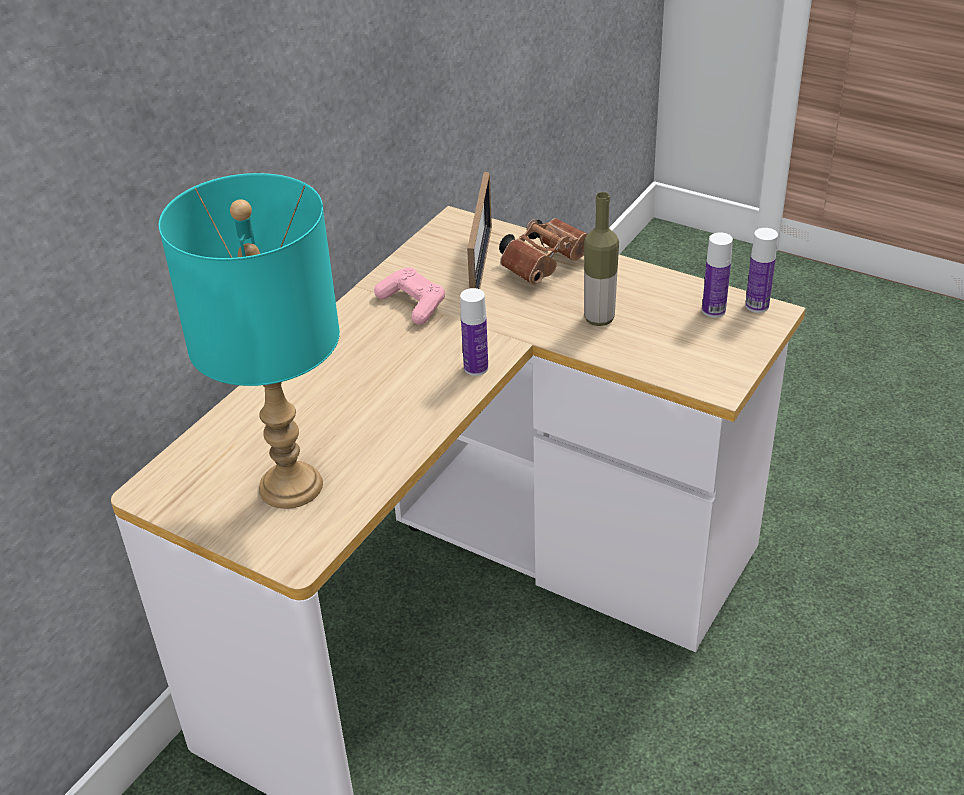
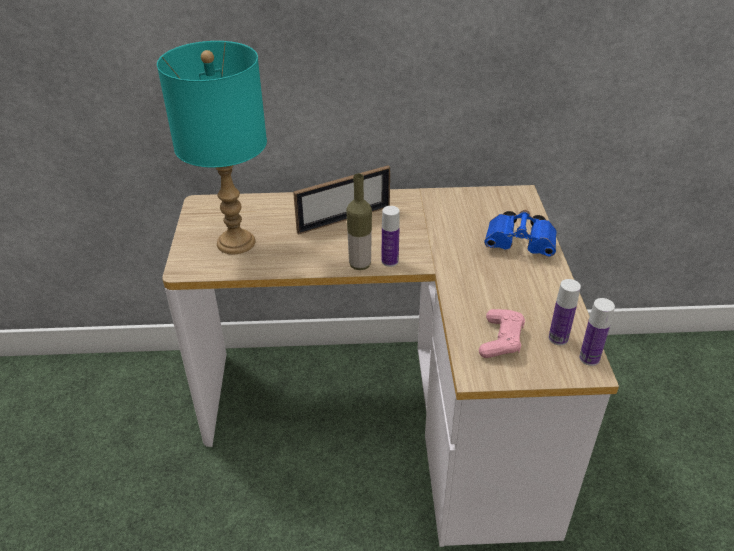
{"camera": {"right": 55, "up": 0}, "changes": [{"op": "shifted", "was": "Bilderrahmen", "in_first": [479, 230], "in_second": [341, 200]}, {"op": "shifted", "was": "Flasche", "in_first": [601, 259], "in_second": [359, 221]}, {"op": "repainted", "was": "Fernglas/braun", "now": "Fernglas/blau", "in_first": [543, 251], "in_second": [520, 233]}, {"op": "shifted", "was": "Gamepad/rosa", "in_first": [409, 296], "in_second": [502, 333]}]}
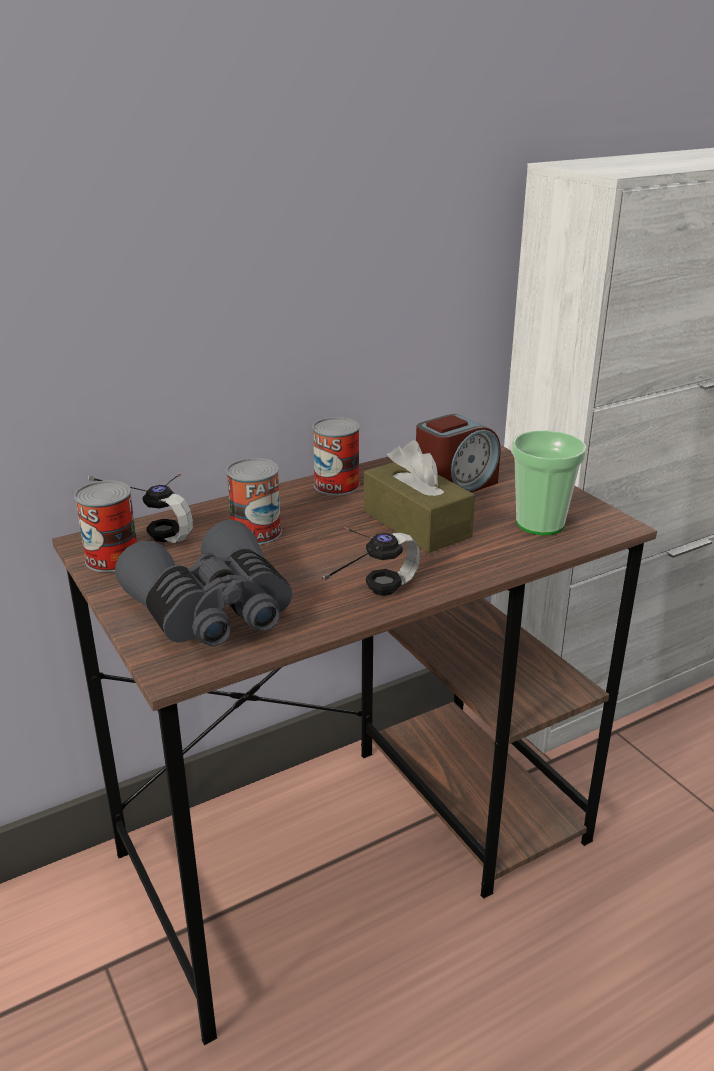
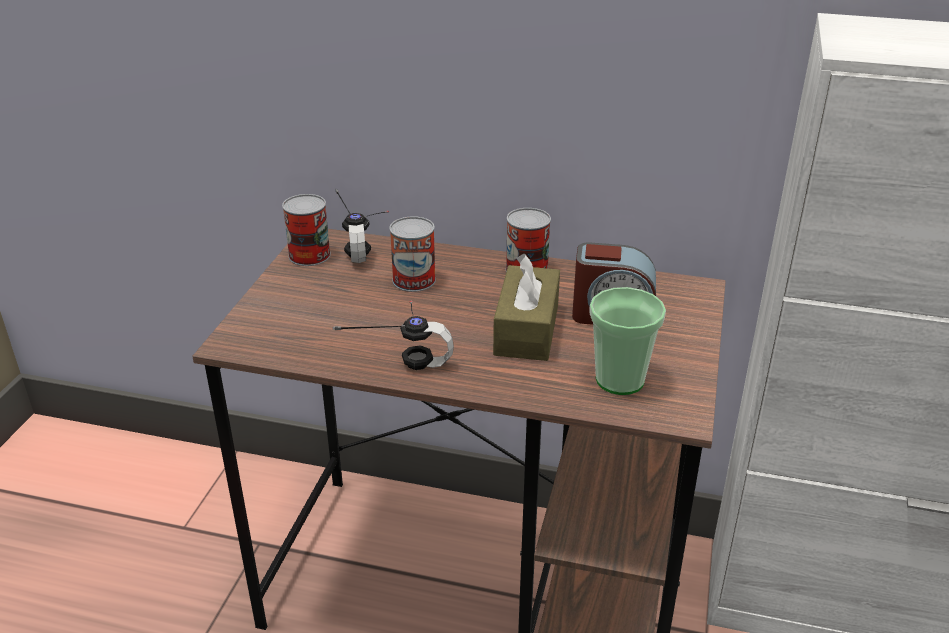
{"camera": {"right": 45, "up": 5}, "changes": [{"op": "gone", "was": "Fernglas/grau", "in_first": [203, 583]}]}
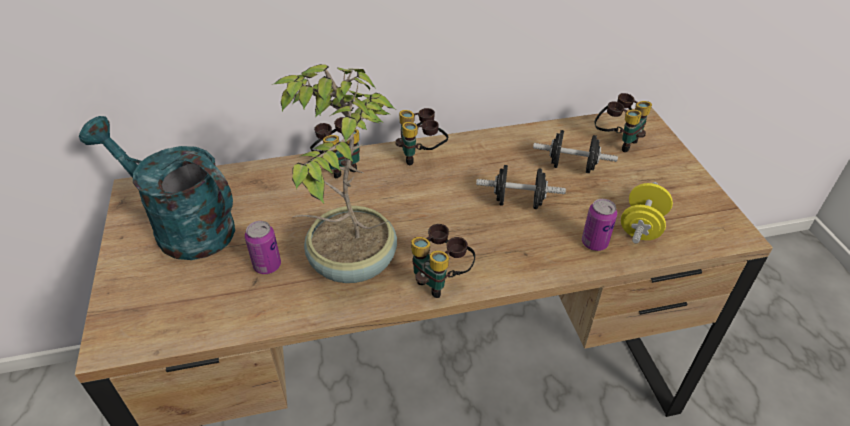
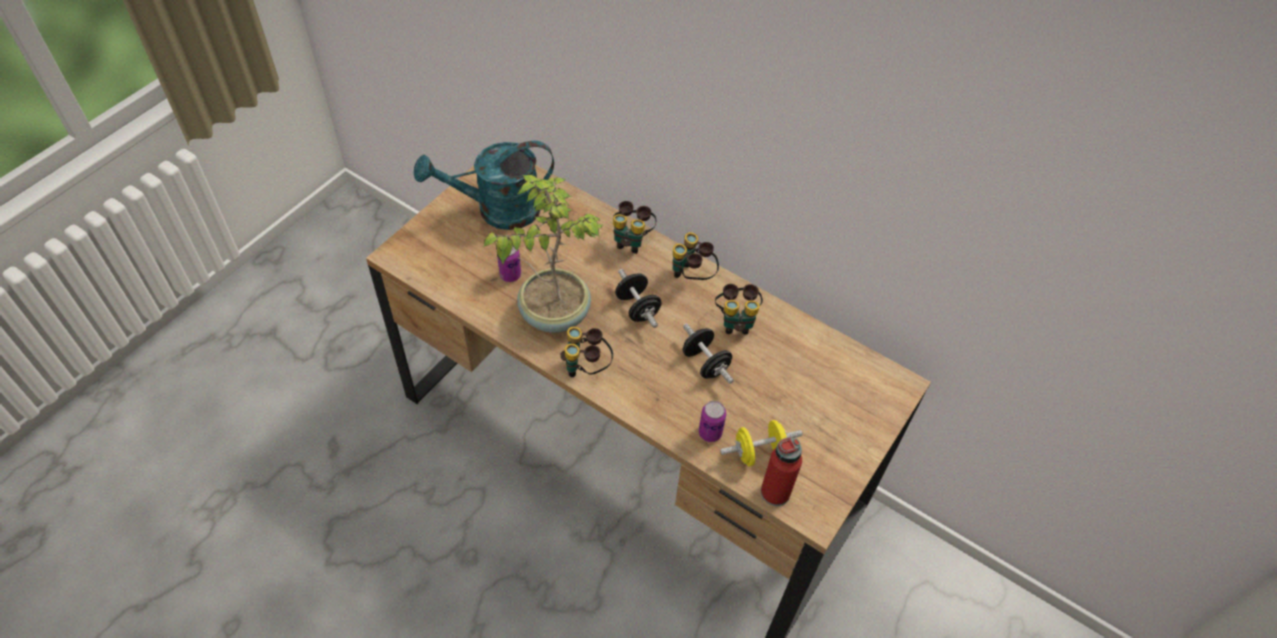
{"camera": {"right": 45, "up": 10}, "changes": [{"op": "shifted", "was": "Fernglas", "in_first": [623, 122], "in_second": [739, 309]}, {"op": "rotated", "was": "Gießkanne/türkis", "in_first": [157, 188], "in_second": [484, 185], "clockwise": -90}, {"op": "shifted", "was": "Hantel/schwarz", "in_first": [575, 151], "in_second": [638, 298]}, {"op": "new", "now": "Flasche/rot", "in_second": [781, 472]}]}
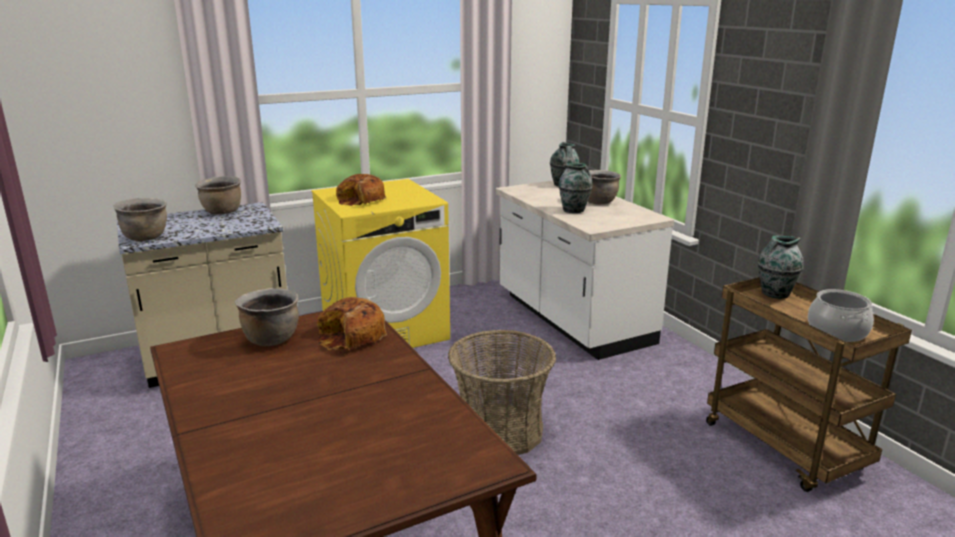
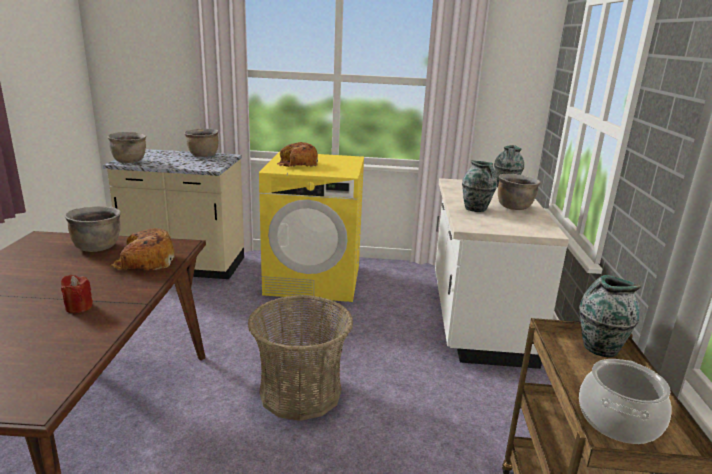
{"camera": {"right": 30, "up": 0}, "changes": [{"op": "new", "now": "Kerze/rot", "in_second": [77, 294]}]}
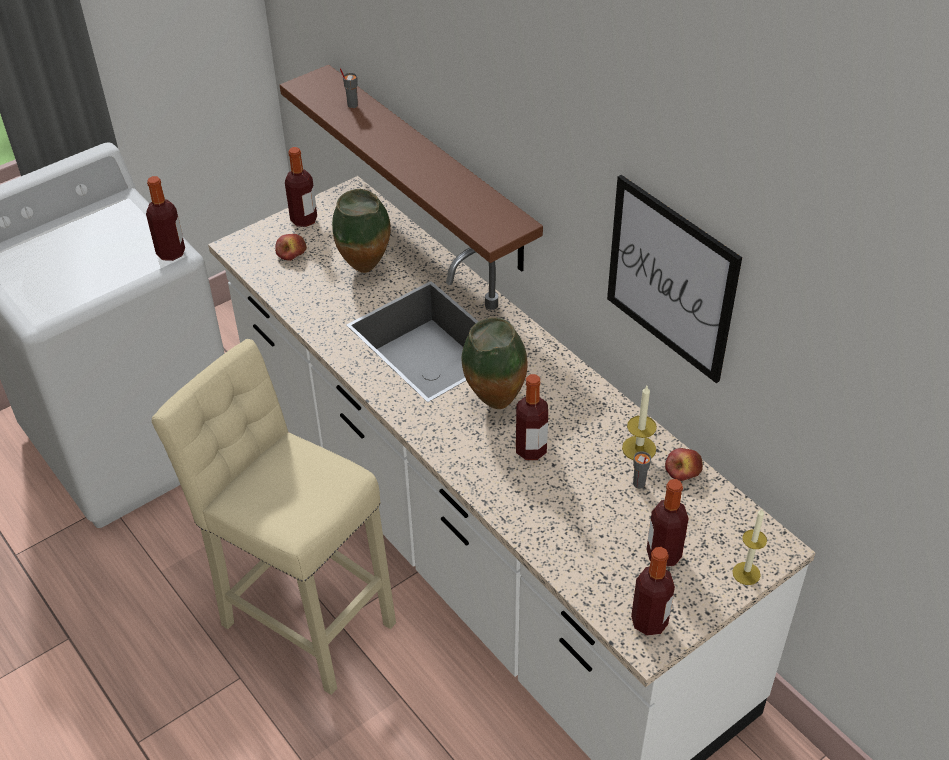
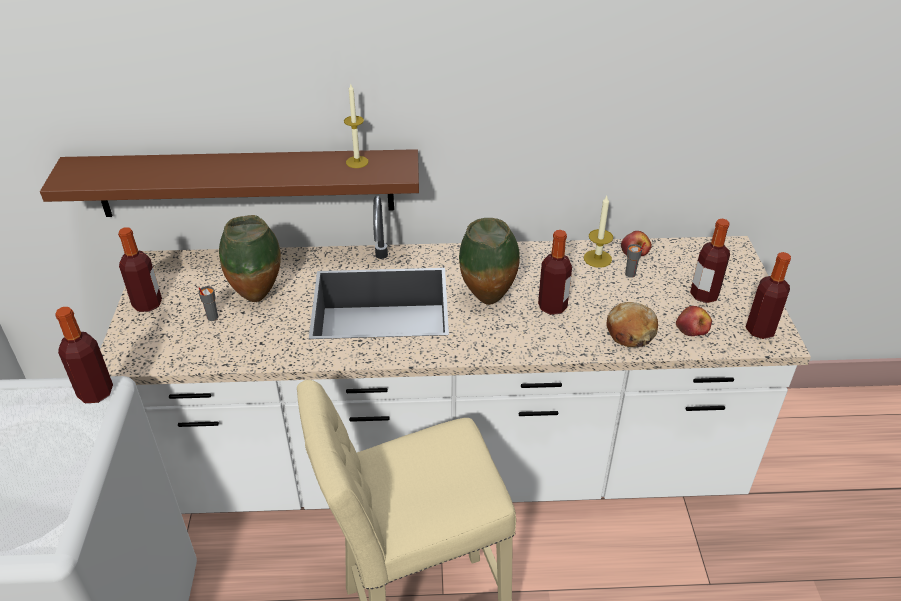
{"camera": {"right": -55, "up": -5}, "changes": [{"op": "shifted", "was": "Tasse/grau", "in_first": [349, 88], "in_second": [208, 303]}, {"op": "gone", "was": "Bild", "in_first": [674, 279]}, {"op": "shifted", "was": "Apfel", "in_first": [291, 247], "in_second": [694, 321]}, {"op": "shifted", "was": "Kerze", "in_first": [749, 547], "in_second": [356, 126]}, {"op": "new", "now": "Brot", "in_second": [632, 324]}]}
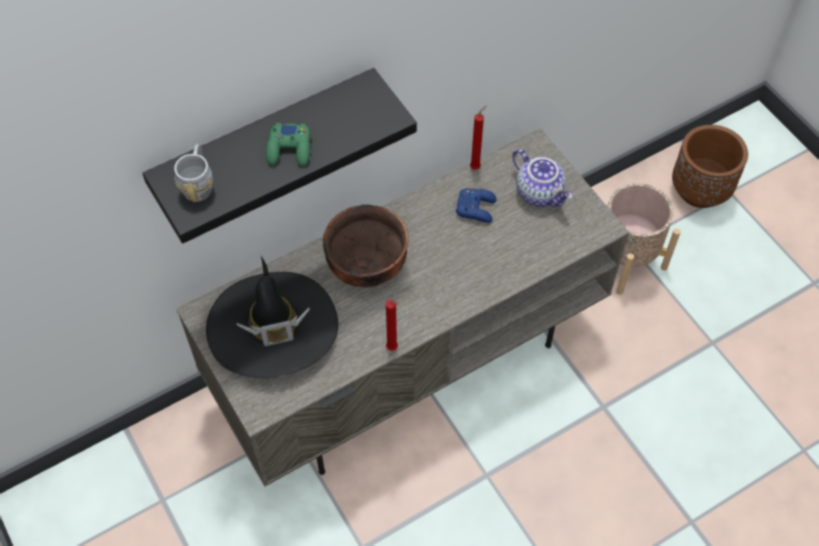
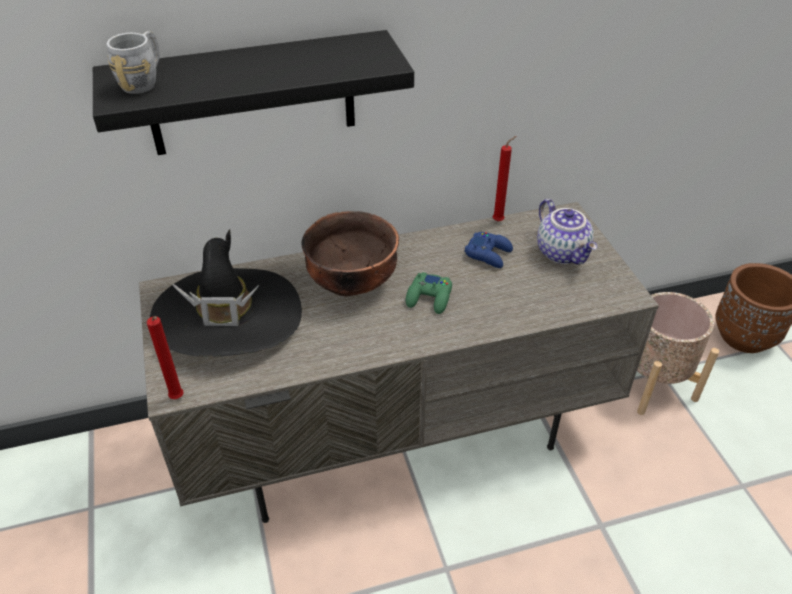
{"camera": {"right": 15, "up": -15}, "changes": [{"op": "shifted", "was": "Gamepad/grün", "in_first": [288, 144], "in_second": [429, 293]}, {"op": "shifted", "was": "Kerze/rot", "in_first": [393, 325], "in_second": [165, 357]}]}
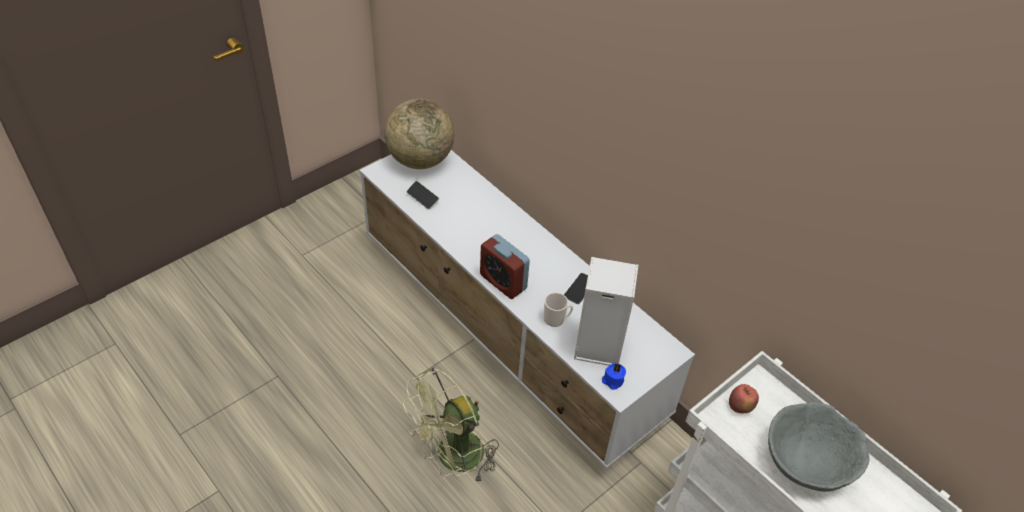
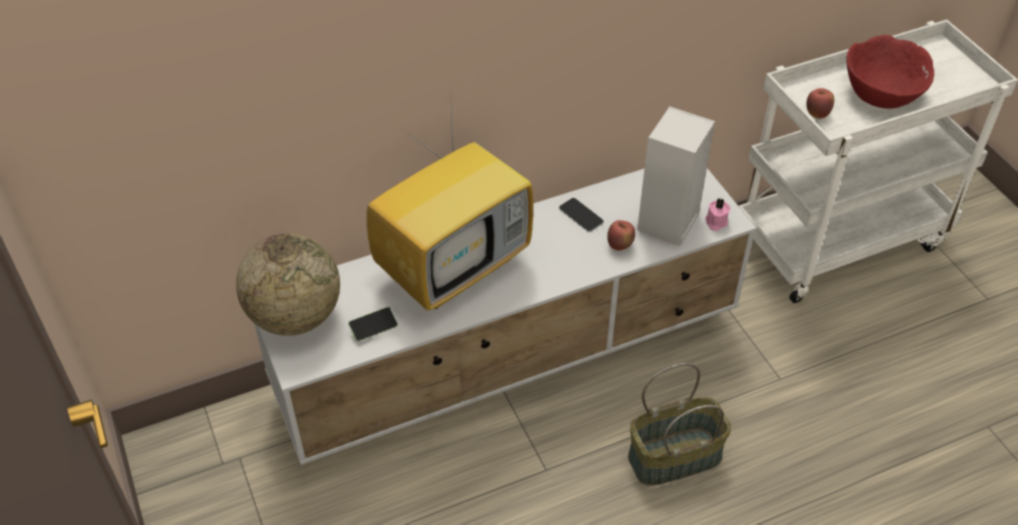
{"camera": {"right": -70, "up": 0}, "changes": [{"op": "gone", "was": "Wecker", "in_first": [505, 266]}, {"op": "swapped", "was": "Henkelbecher", "now": "Apfel", "in_first": [558, 309], "in_second": [621, 235]}, {"op": "repainted", "was": "Kerze/blau", "now": "Kerze/rosa", "in_first": [614, 376], "in_second": [717, 214]}, {"op": "swapped", "was": "Ventilator/grün", "now": "Korb", "in_first": [451, 425], "in_second": [680, 424]}, {"op": "repainted", "was": "Schüssel/grau", "now": "Schüssel/rot", "in_first": [819, 447], "in_second": [890, 72]}, {"op": "new", "now": "Fernseher", "in_second": [450, 199]}]}
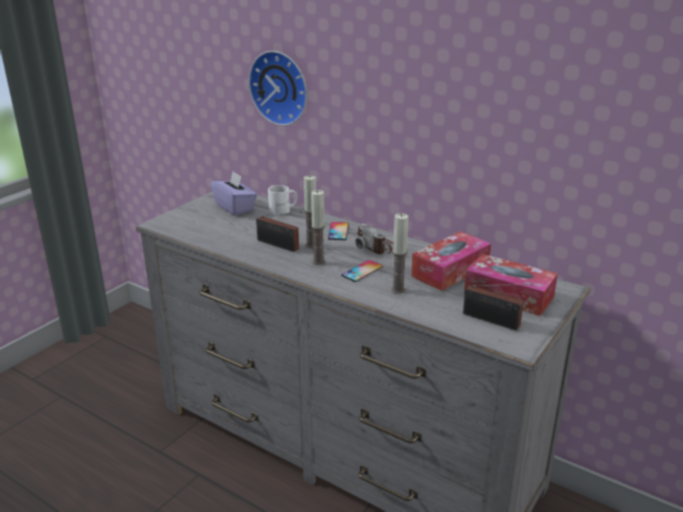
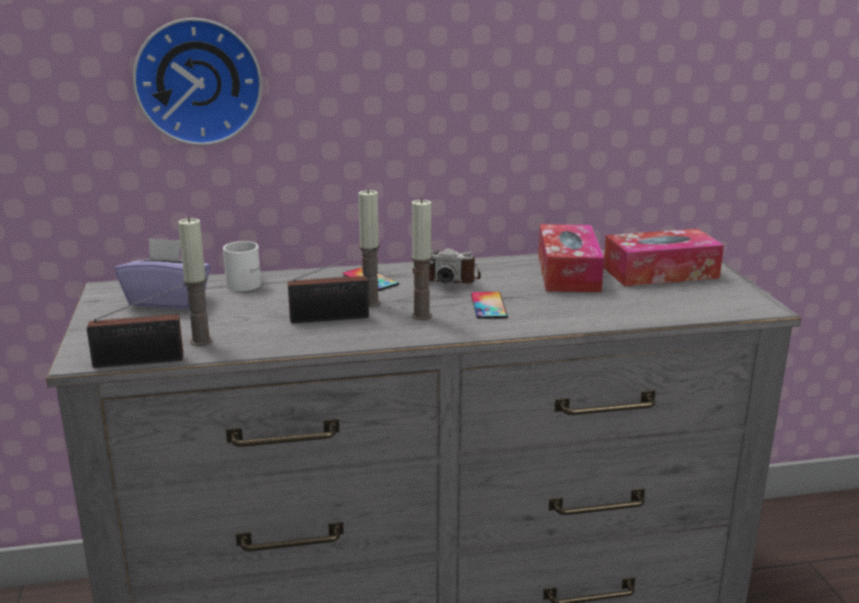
{"camera": {"right": -45, "up": -5}, "changes": [{"op": "shifted", "was": "Kerze", "in_first": [399, 253], "in_second": [195, 281]}, {"op": "shifted", "was": "Radio", "in_first": [498, 307], "in_second": [137, 326]}]}
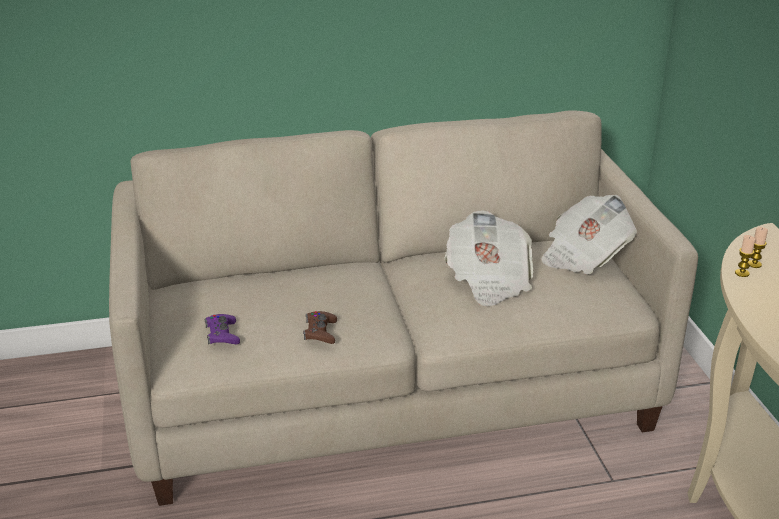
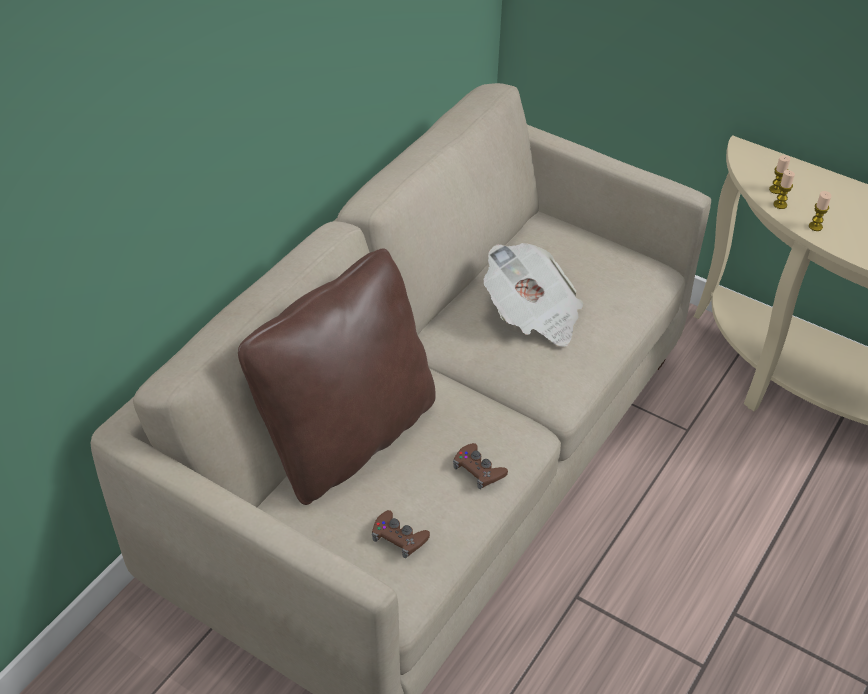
{"camera": {"right": -45, "up": 15}, "changes": [{"op": "gone", "was": "Zeitung", "in_first": [589, 234]}, {"op": "repainted", "was": "Gamepad/lila", "now": "Gamepad/braun", "in_first": [222, 329], "in_second": [401, 534]}, {"op": "new", "now": "Kerze", "in_second": [820, 211]}, {"op": "new", "now": "Kissen/braun", "in_second": [336, 376]}]}
